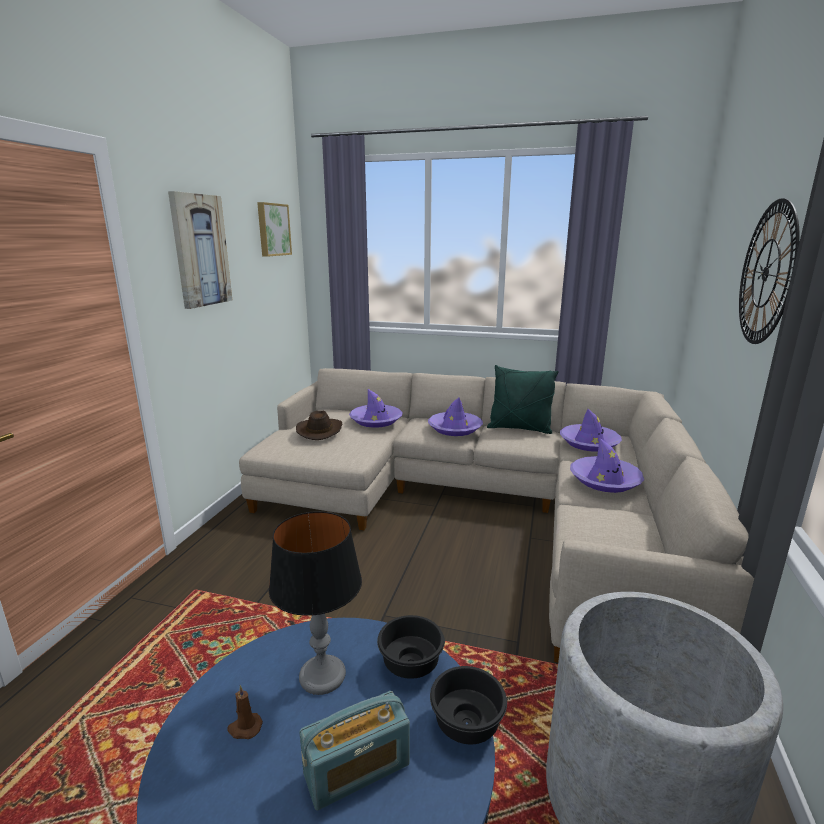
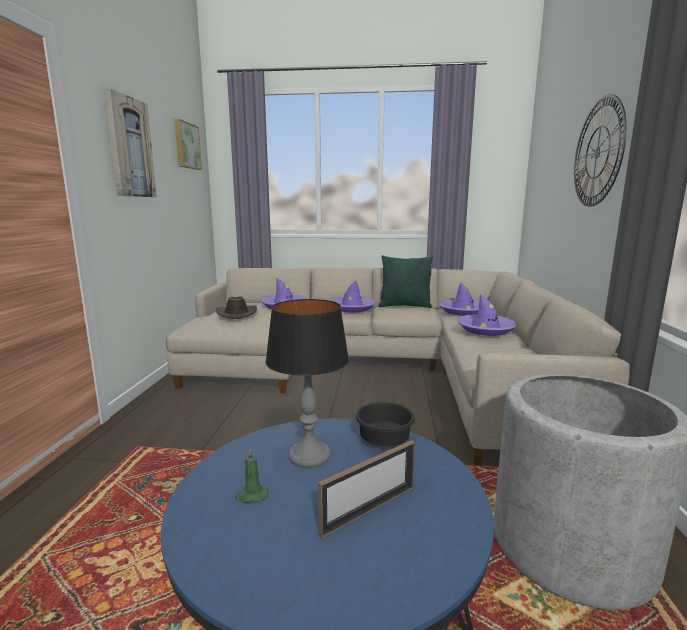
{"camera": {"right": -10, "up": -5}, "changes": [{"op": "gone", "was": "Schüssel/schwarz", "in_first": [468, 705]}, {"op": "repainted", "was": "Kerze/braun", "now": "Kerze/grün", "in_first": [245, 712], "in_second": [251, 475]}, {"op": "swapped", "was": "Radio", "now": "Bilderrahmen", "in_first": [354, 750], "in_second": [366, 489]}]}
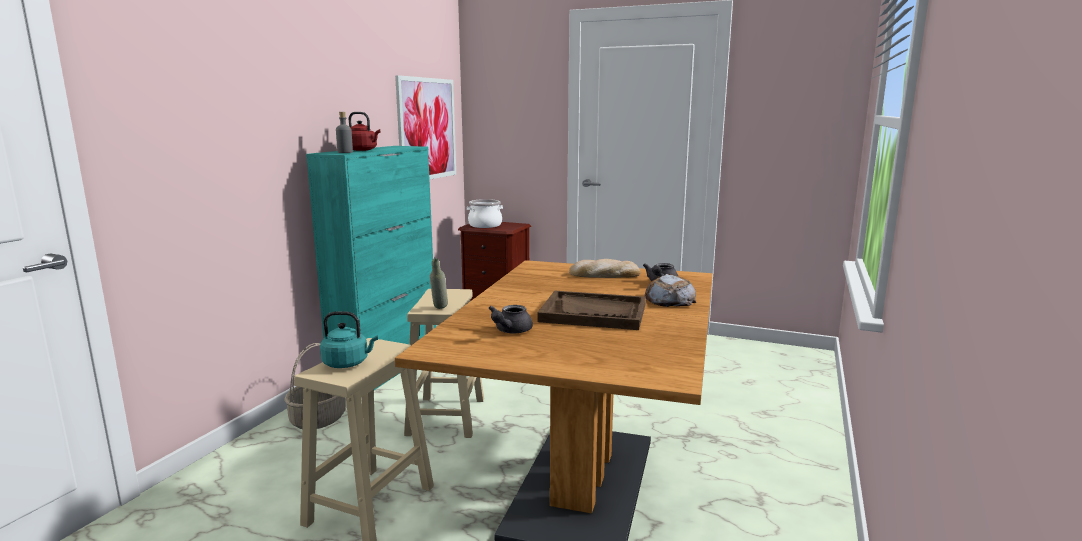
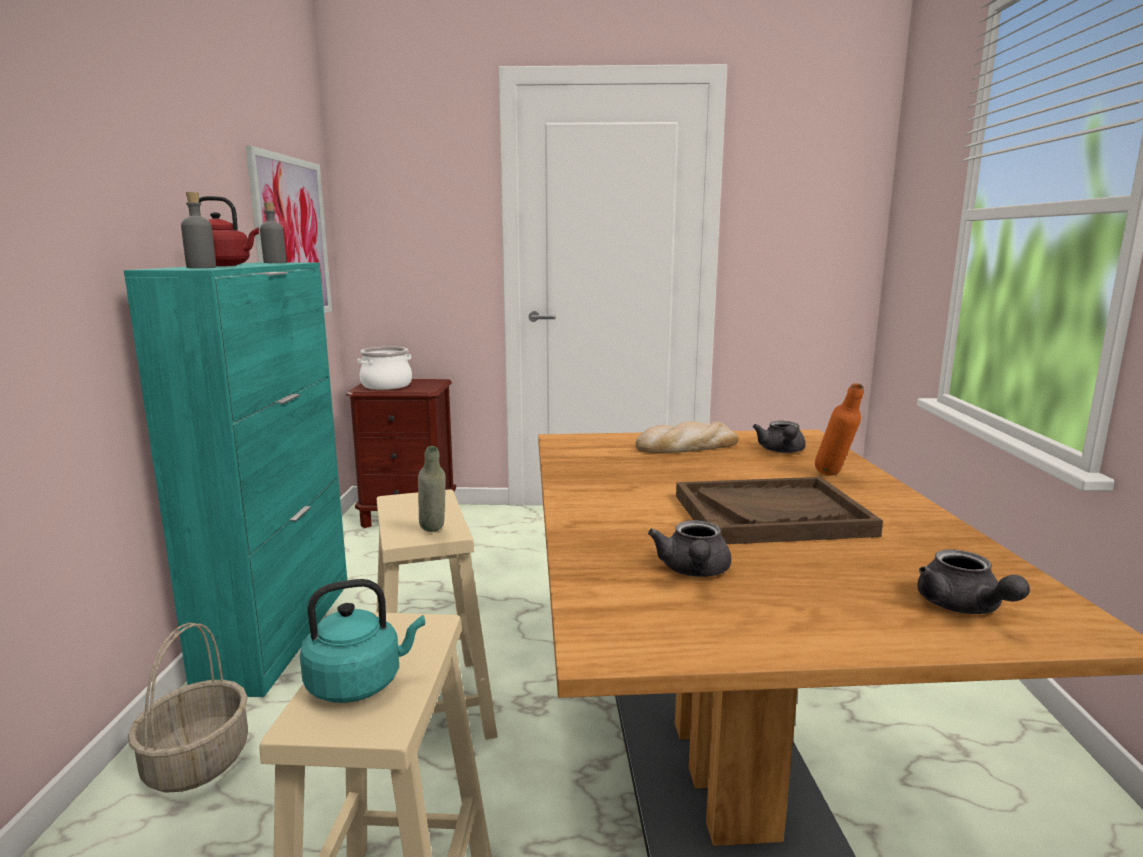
{"camera": {"right": -20, "up": 0}, "changes": [{"op": "swapped", "was": "Brot", "now": "Flasche/orange", "in_first": [670, 290], "in_second": [839, 429]}, {"op": "new", "now": "Flasche/grau", "in_second": [273, 232]}, {"op": "new", "now": "Teekanne/grau", "in_second": [973, 581]}]}
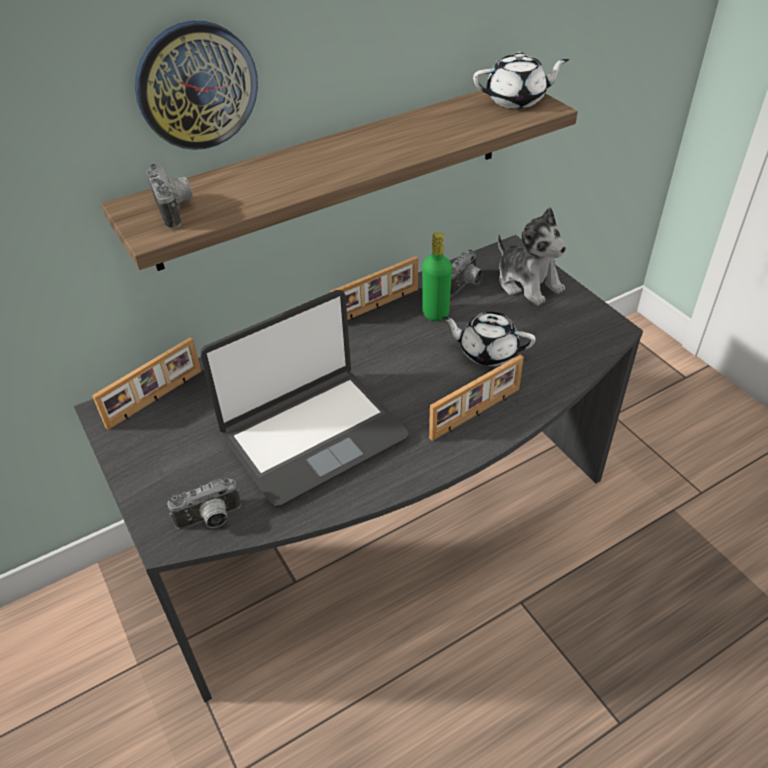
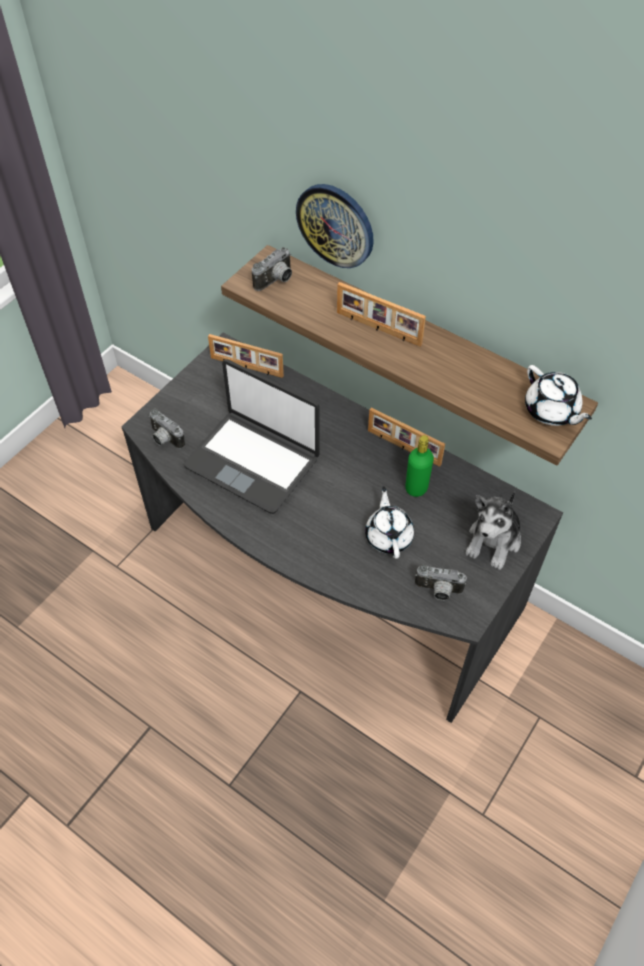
{"camera": {"right": 65, "up": 10}, "changes": [{"op": "shifted", "was": "Kamera", "in_first": [466, 273], "in_second": [441, 583]}, {"op": "shifted", "was": "Bilderrahmen", "in_first": [476, 398], "in_second": [381, 314]}]}
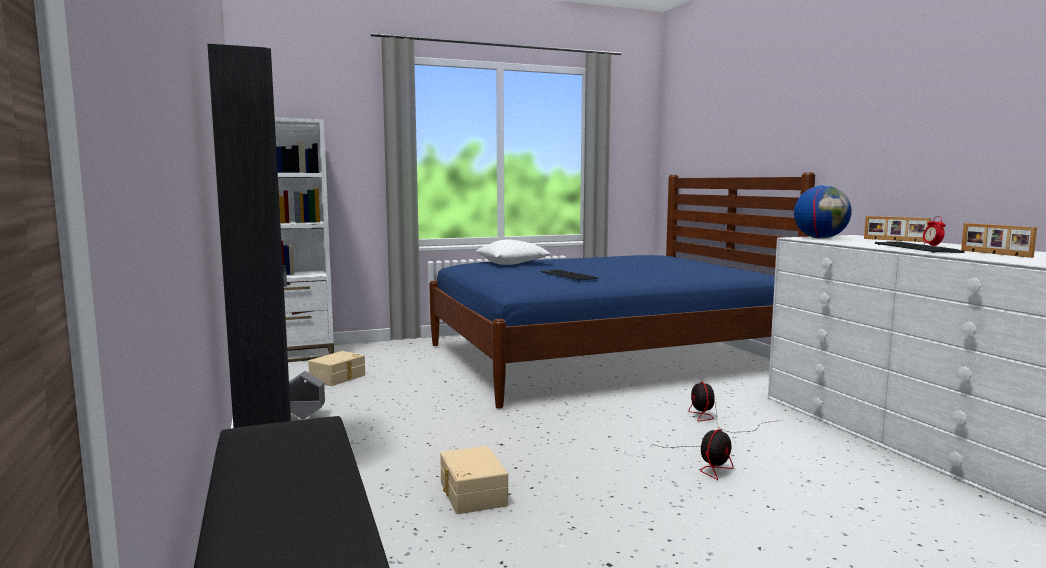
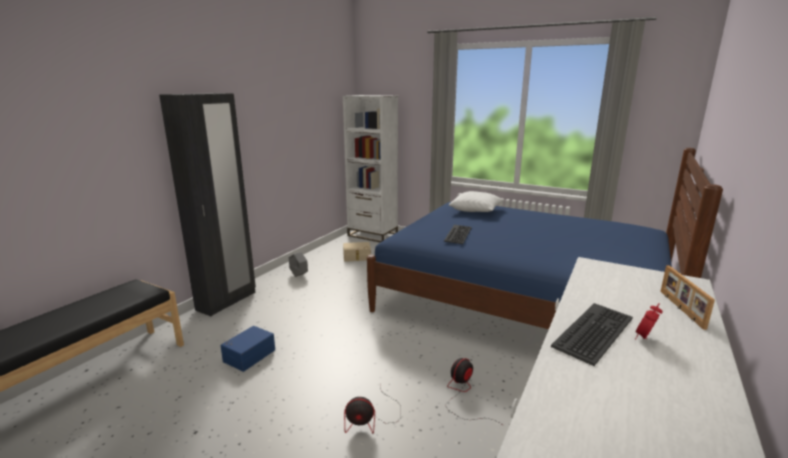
{"camera": {"right": 50, "up": 10}, "changes": [{"op": "gone", "was": "Globus", "in_first": [823, 212]}, {"op": "gone", "was": "Bilderrahmen", "in_first": [999, 240]}, {"op": "repainted", "was": "Aufbewahrungsbox/beige", "now": "Aufbewahrungsbox/blau", "in_first": [474, 480], "in_second": [247, 349]}]}
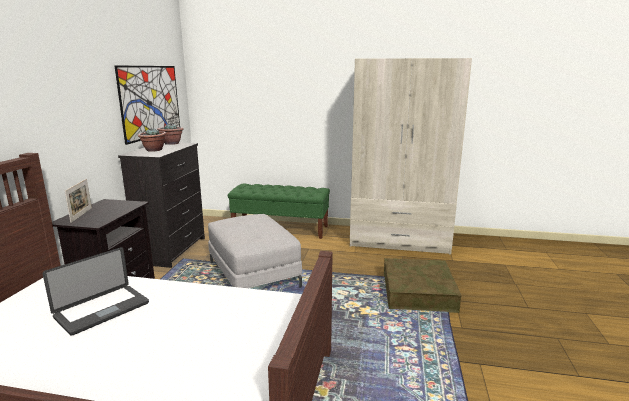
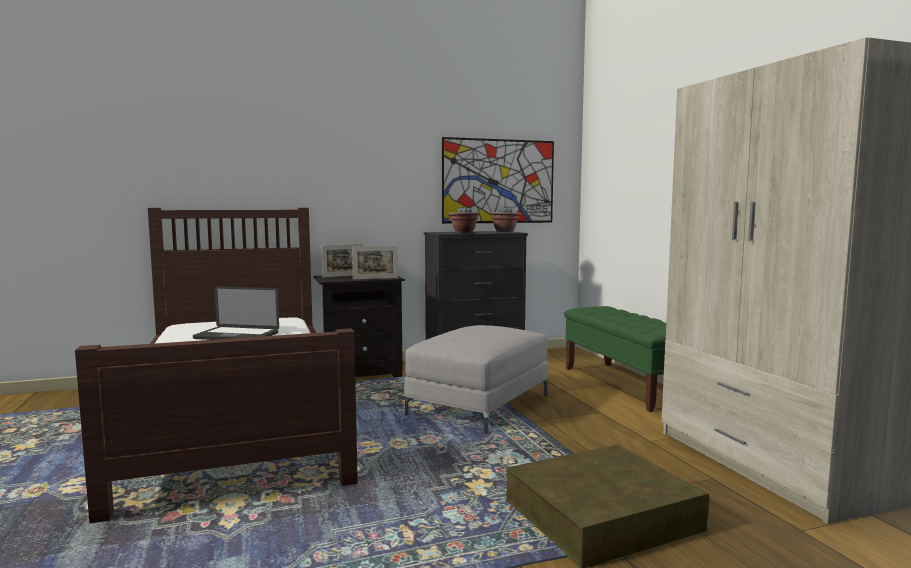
{"camera": {"right": 60, "up": -10}, "changes": [{"op": "new", "now": "Bilderrahmen", "in_second": [375, 263]}]}
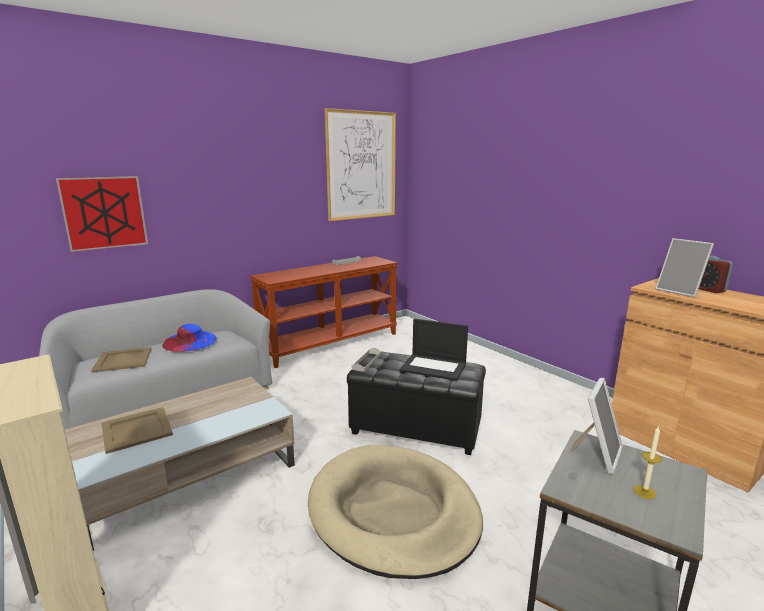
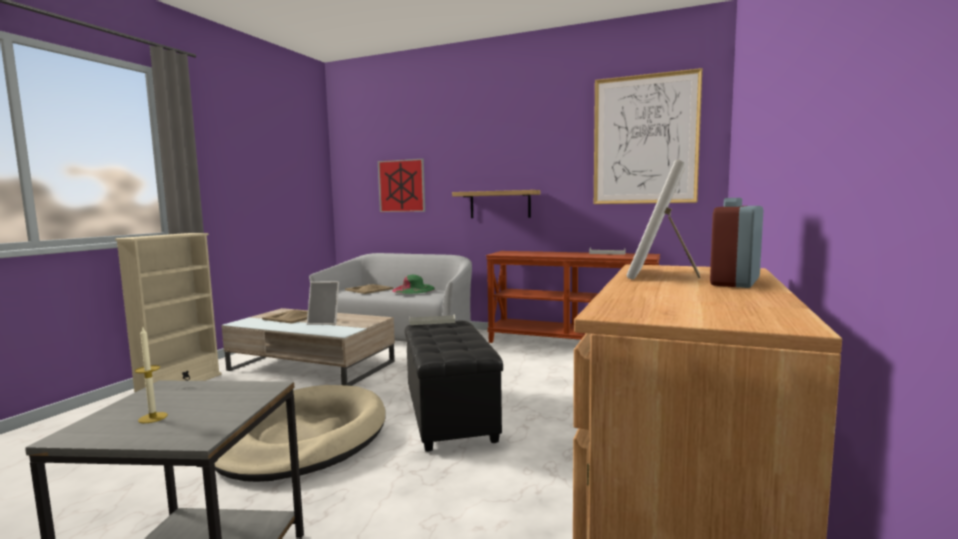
{"camera": {"right": 60, "up": -10}, "changes": [{"op": "gone", "was": "Laptop", "in_first": [434, 350]}, {"op": "repainted", "was": "Hut/blau", "now": "Hut/grün", "in_first": [189, 338], "in_second": [413, 284]}, {"op": "shifted", "was": "Bilderrahmen", "in_first": [596, 426], "in_second": [323, 303]}, {"op": "new", "now": "Wandregal", "in_second": [496, 204]}]}
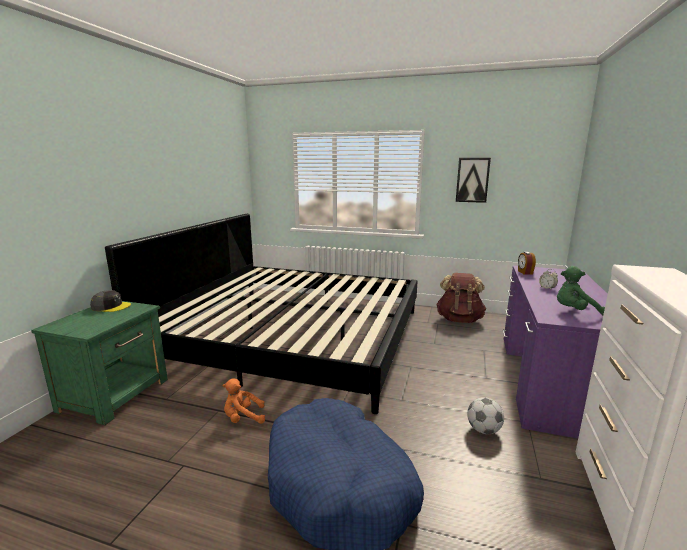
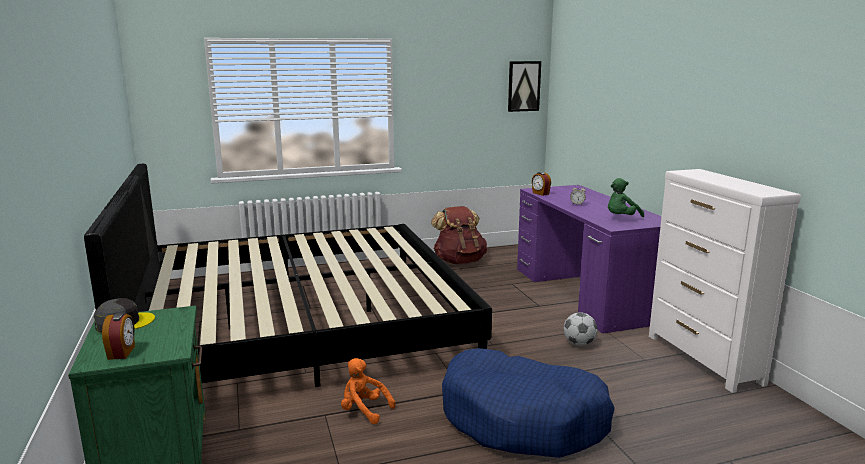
{"camera": {"right": -35, "up": 0}, "changes": [{"op": "shifted", "was": "Bild", "in_first": [473, 180], "in_second": [524, 86]}, {"op": "rotated", "was": "Plüschtier/orange", "in_first": [244, 401], "in_second": [368, 391], "clockwise": 75}, {"op": "new", "now": "Wecker", "in_second": [118, 336]}]}
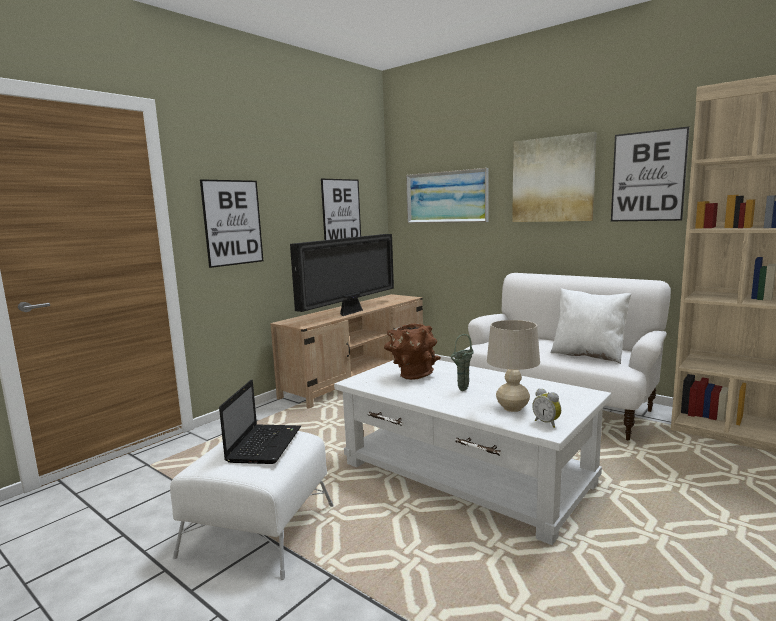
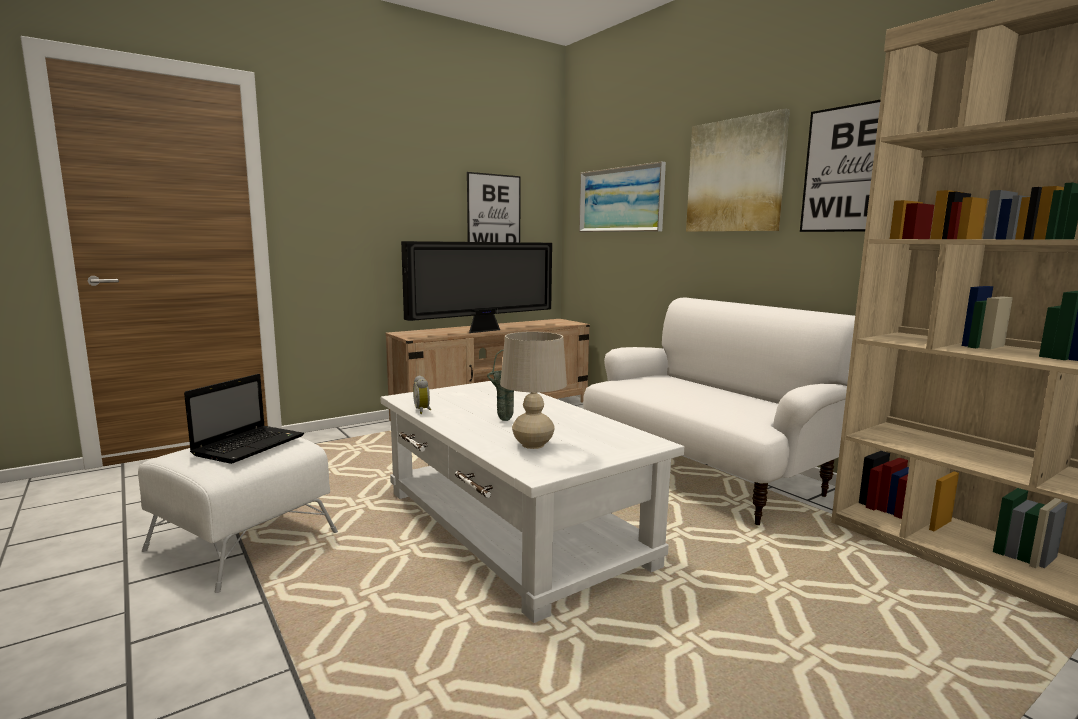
{"camera": {"right": 15, "up": 0}, "changes": [{"op": "gone", "was": "Bild", "in_first": [231, 223]}, {"op": "gone", "was": "Kissen/weiß", "in_first": [591, 326]}, {"op": "gone", "was": "Vase/braun", "in_first": [412, 351]}, {"op": "shifted", "was": "Wecker", "in_first": [546, 408], "in_second": [422, 394]}]}
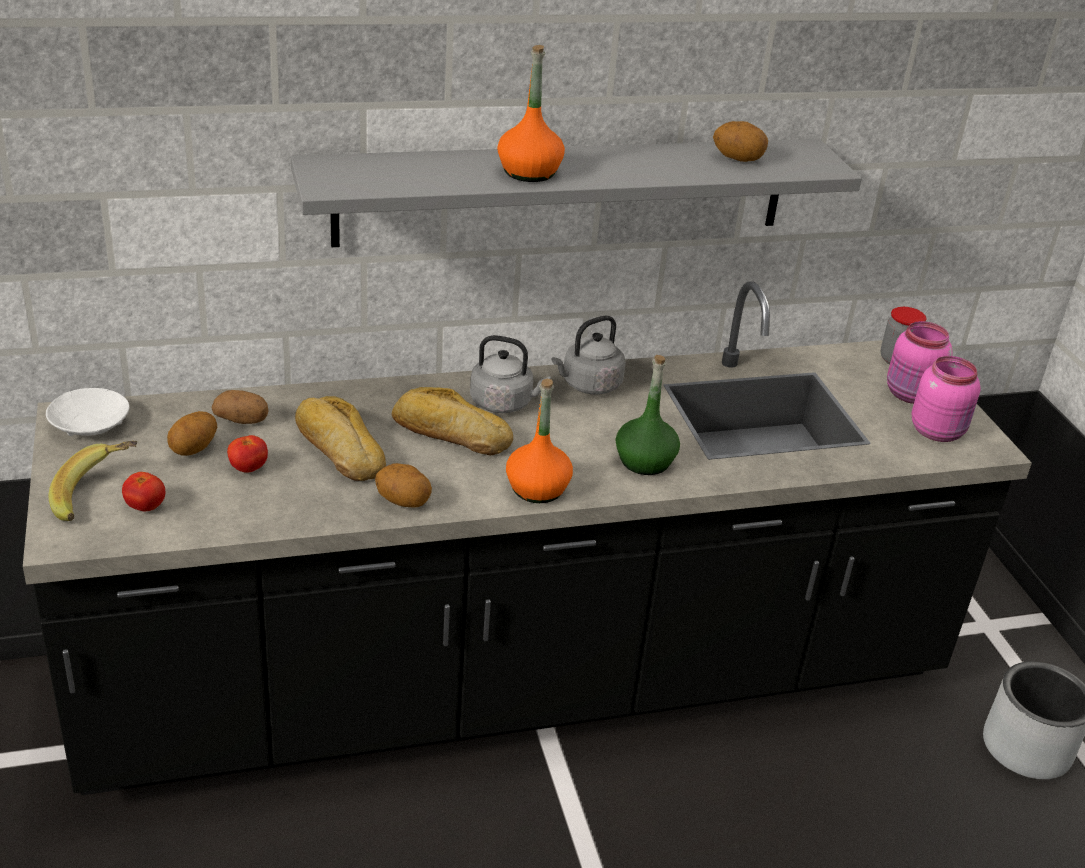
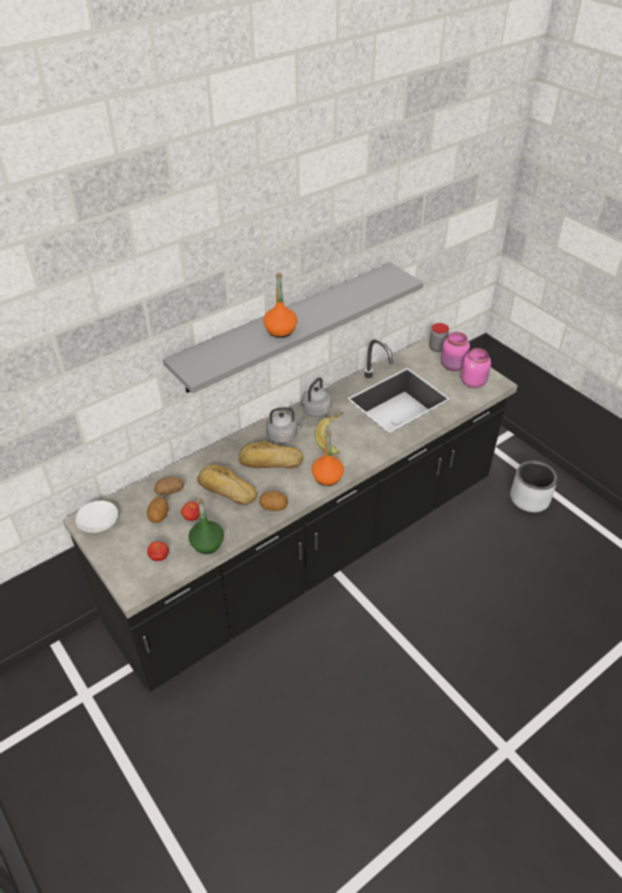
{"camera": {"right": -20, "up": 10}, "changes": [{"op": "gone", "was": "Kartoffel", "in_first": [740, 141]}, {"op": "shifted", "was": "Flasche/grün", "in_first": [647, 415], "in_second": [206, 526]}, {"op": "shifted", "was": "Banane", "in_first": [92, 481], "in_second": [329, 433]}]}
